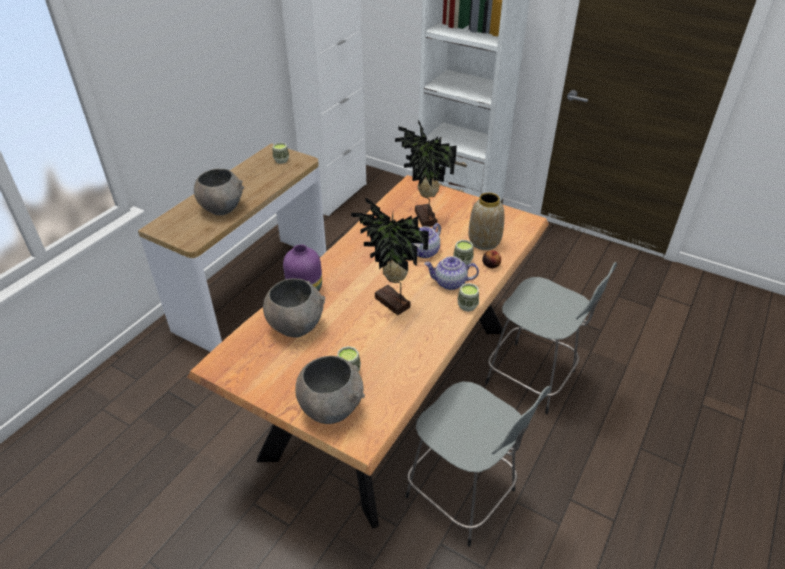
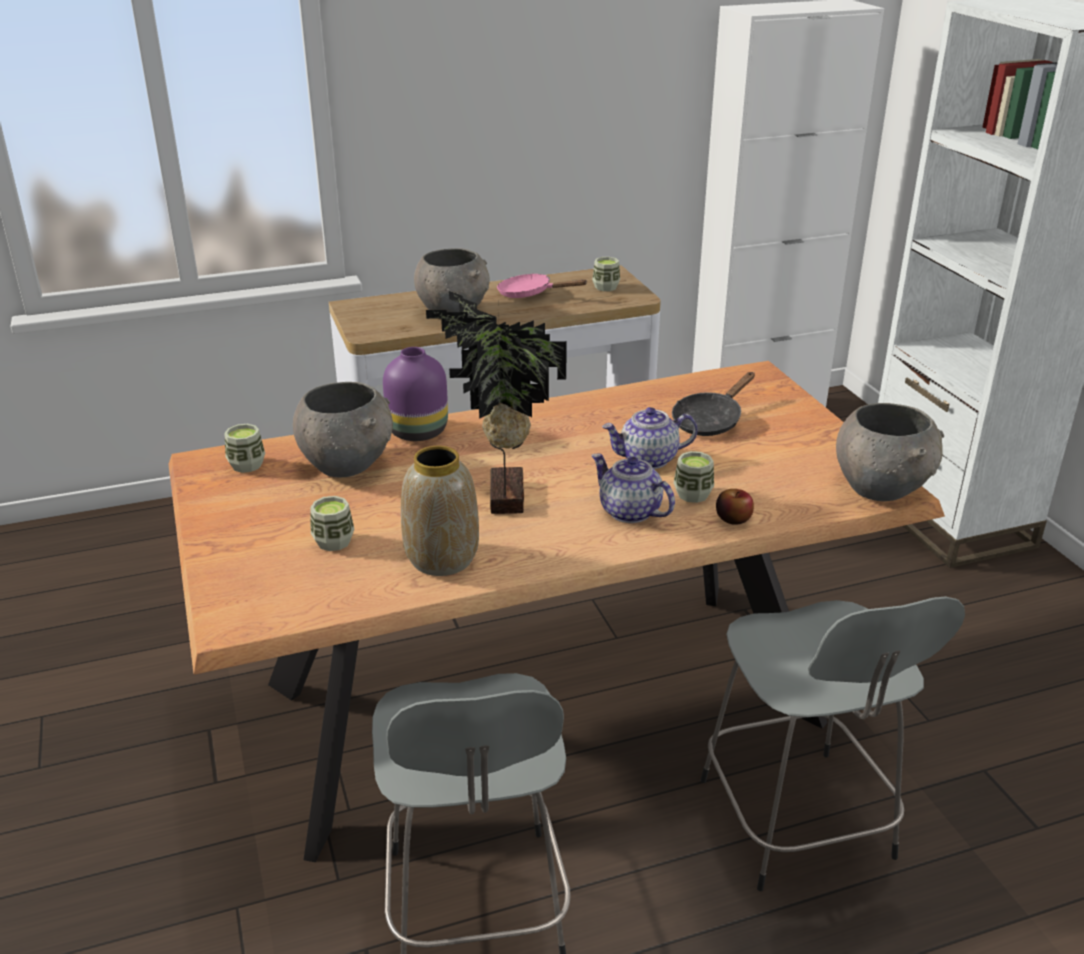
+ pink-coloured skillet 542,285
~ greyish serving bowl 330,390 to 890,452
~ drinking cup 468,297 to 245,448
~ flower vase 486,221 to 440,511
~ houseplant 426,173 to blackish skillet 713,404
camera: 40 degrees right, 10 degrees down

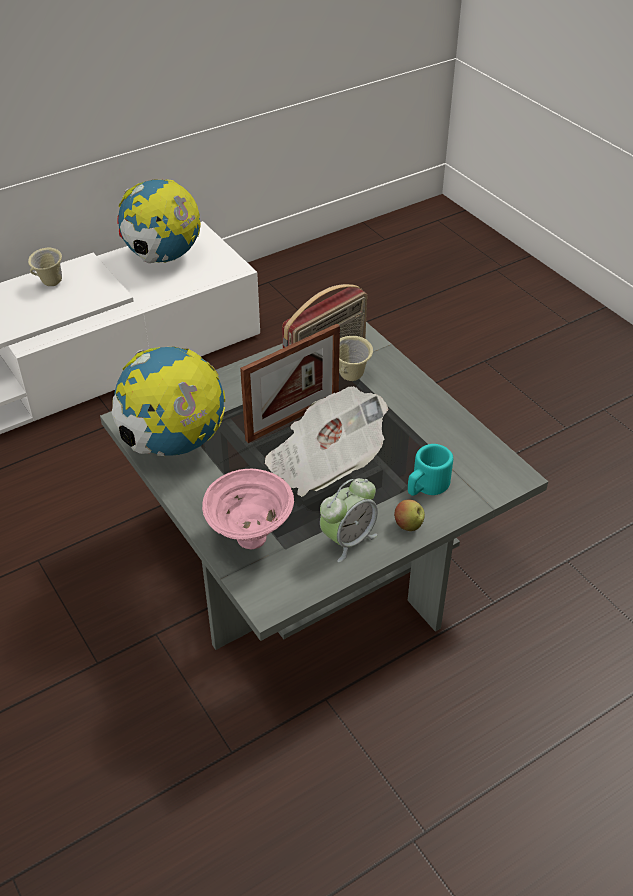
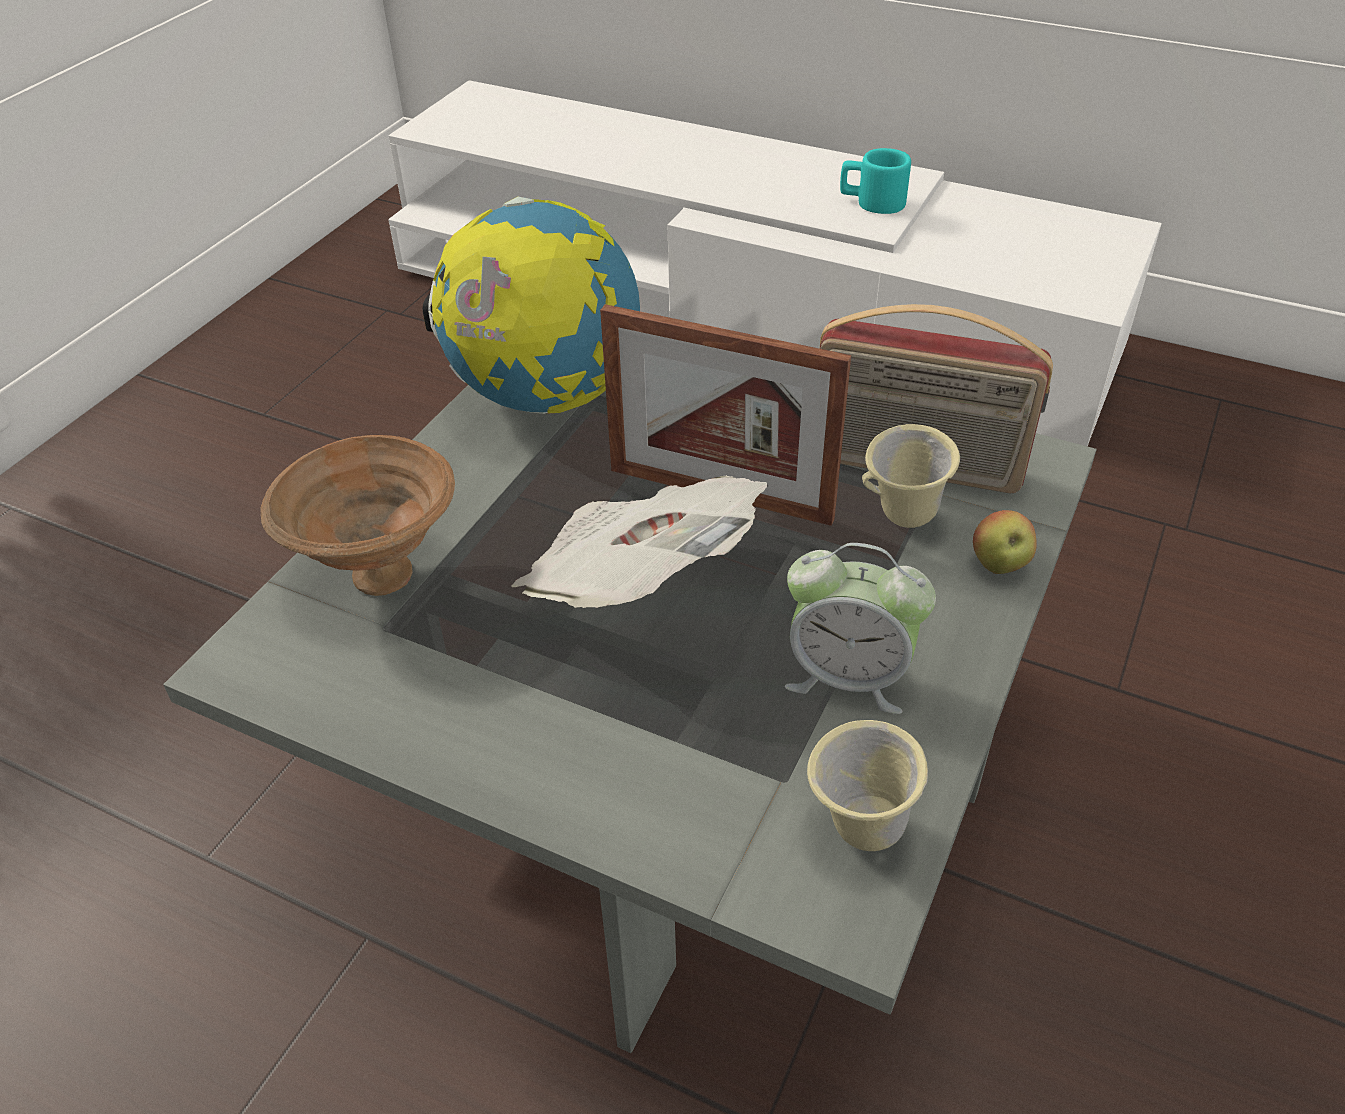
- globe 159,221
~ beige mug 45,267 to 867,785
~ alarm clock 349,520 to 860,628
~ apple 409,515 to 1005,542
~ turquoise mug 430,470 to 875,181
~ pink-coloured serving bowl 248,509 to brown serving bowl 357,515
camera: 60 degrees right, 0 degrees up

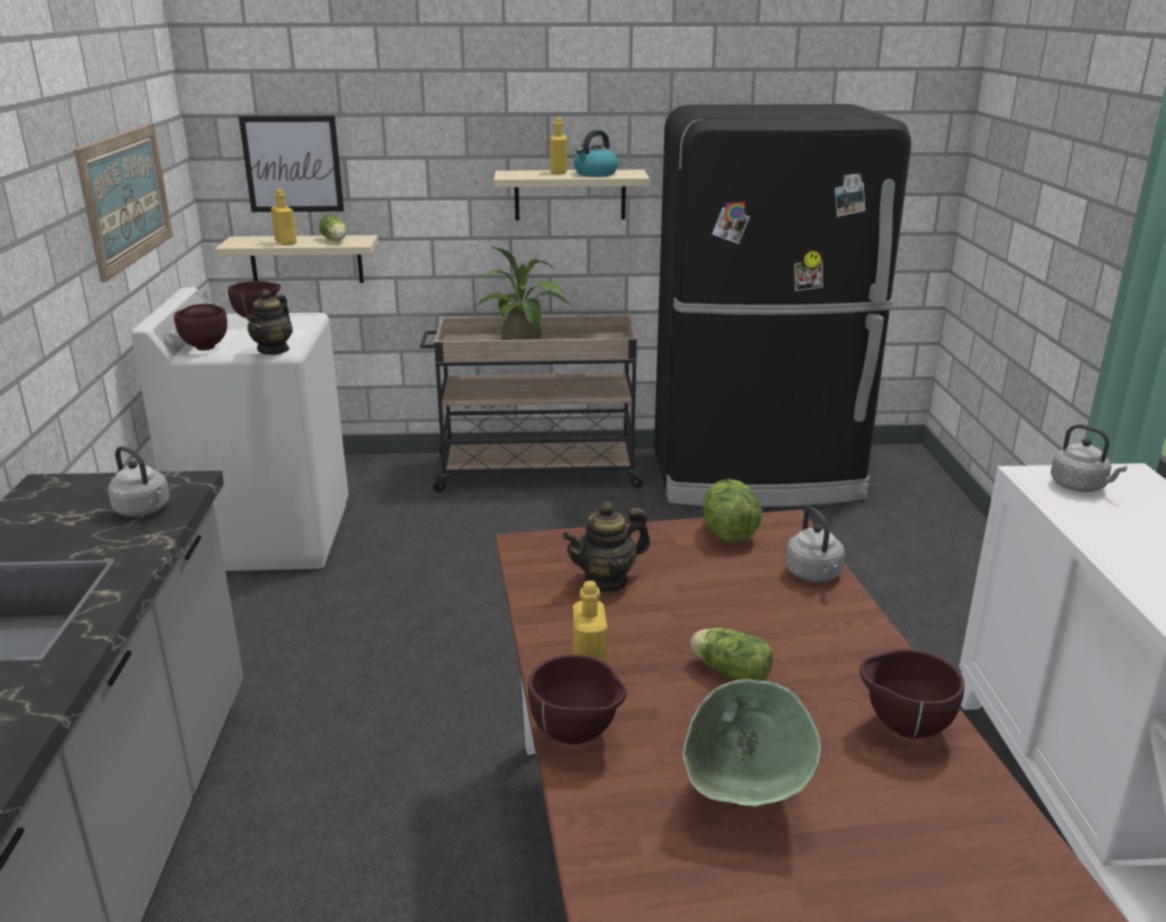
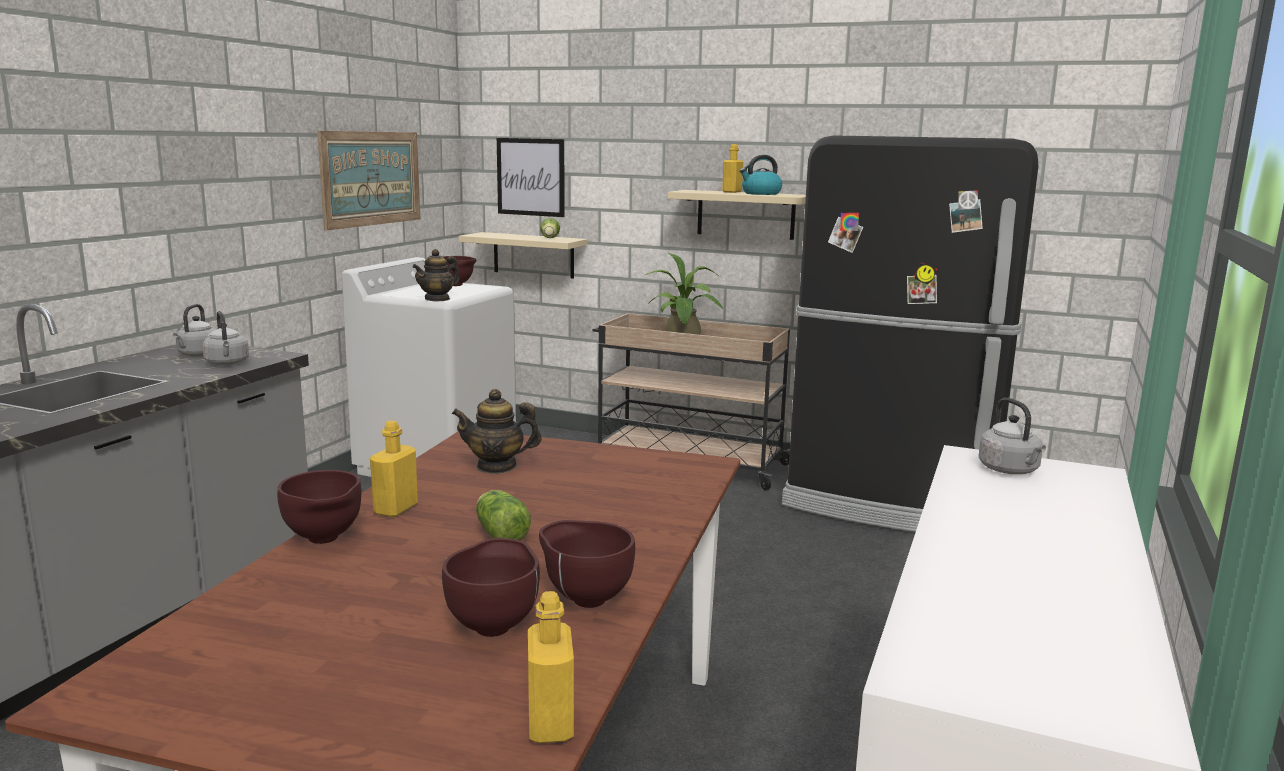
- greenish serving bowl 751,743
- lettuce 732,510
~ brown serving bowl 200,327 to 491,587
~ yellow beverage bottle 284,217 to 551,667
~ greyish kettle 815,544 to 195,330
camera: 25 degrees right, 10 degrees down

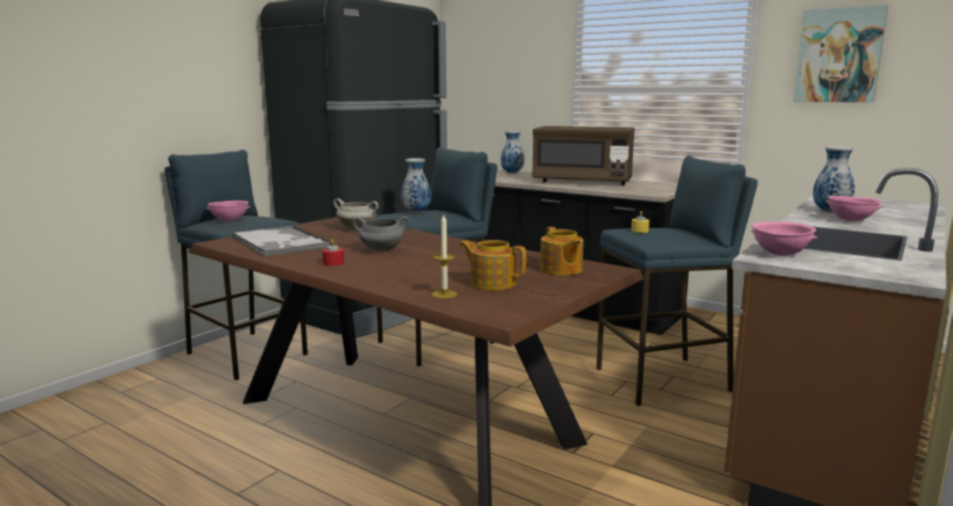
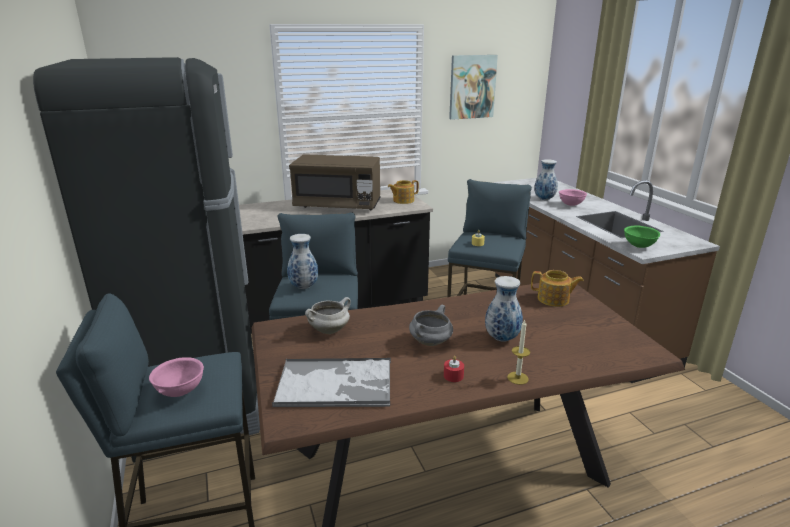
~ wax light 444,256 to 518,352
~ tea pot 492,265 to 403,192
~ flower vase 512,152 to 504,309
~ pink-coloured serving bowl 784,239 to greenish serving bowl 642,236
~ brown kitchen microwave 583,155 = 335,182 45 degrees clockwise
camera: 55 degrees left, 10 degrees up

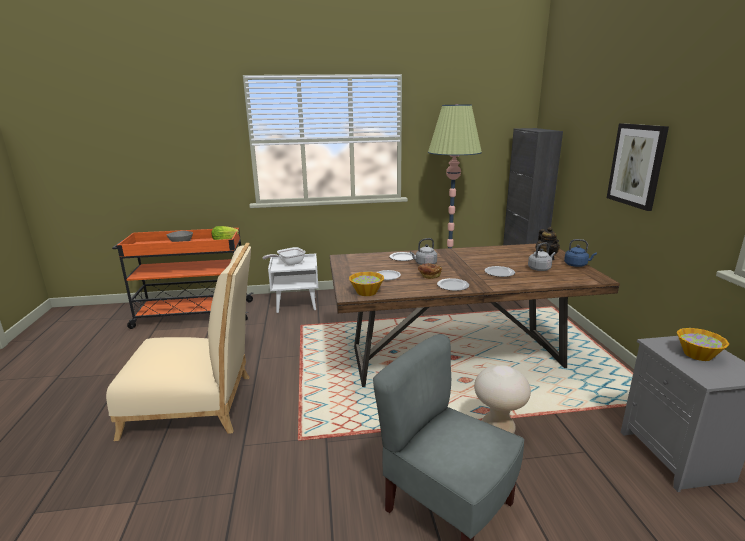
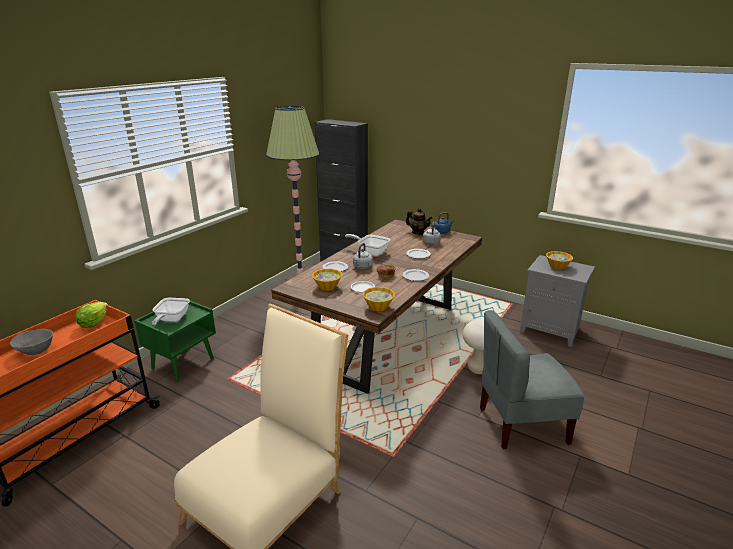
- wall art 638,167
+ serving bowl 327,280
+ skillet 367,245
~ white nightstand 293,283 to greenish nightstand 175,339
camera: 50 degrees left, 5 degrees up

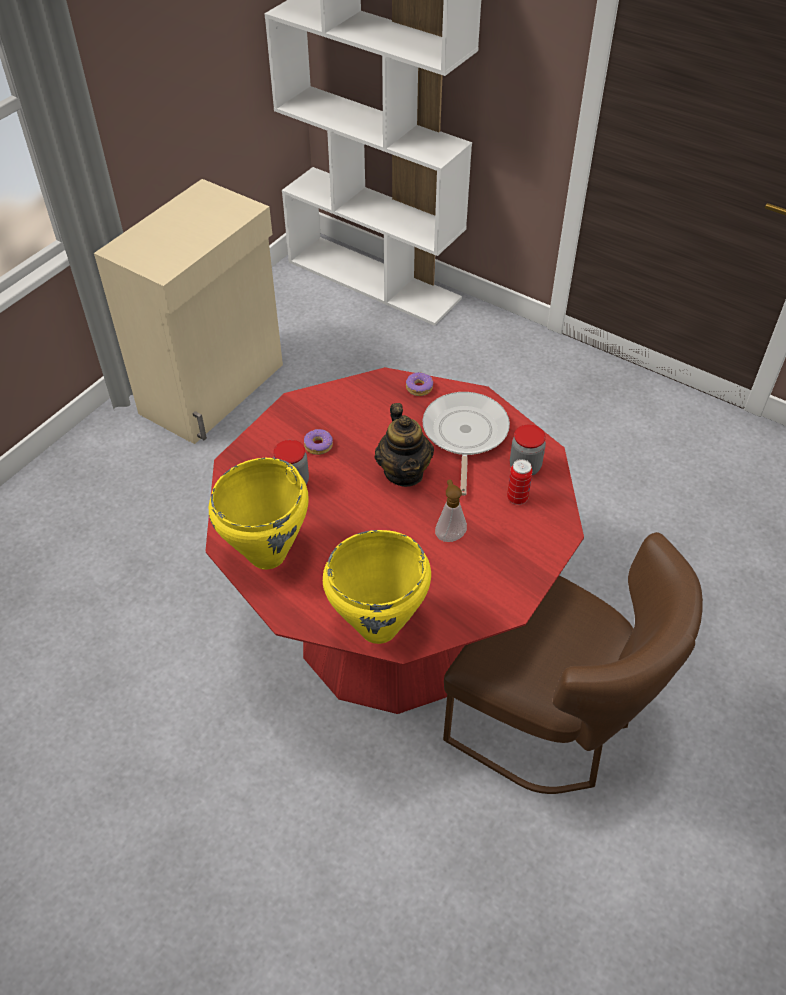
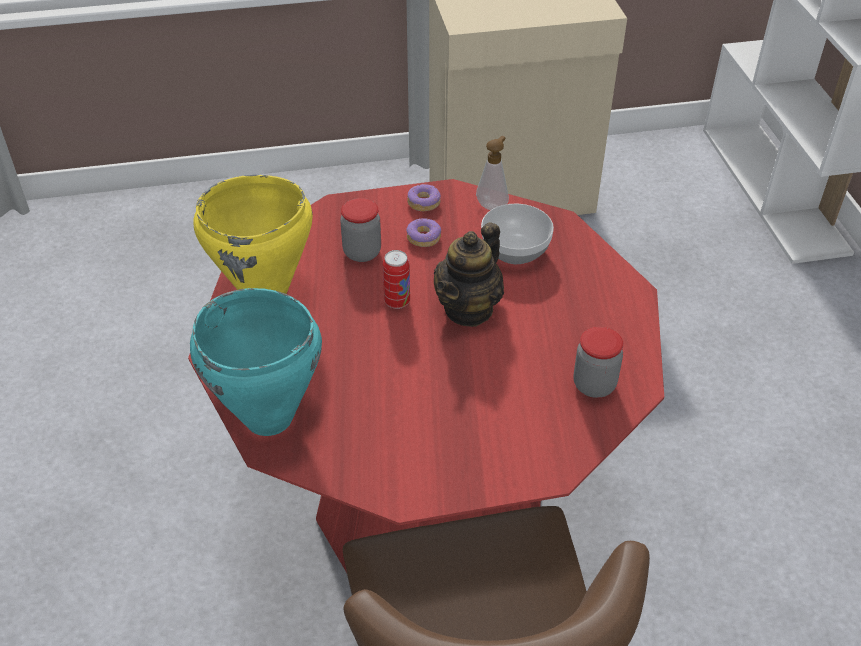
- skillet 466,444
+ serving bowl 517,234
~ ring doughnut 419,384 to 424,197
~ soap bottle 451,510 to 492,173
~ sealed can 520,482 to 396,279
~ yellow stockpot 377,587 to turquoise stockpot 256,362
camera: 45 degrees right, 5 degrees down

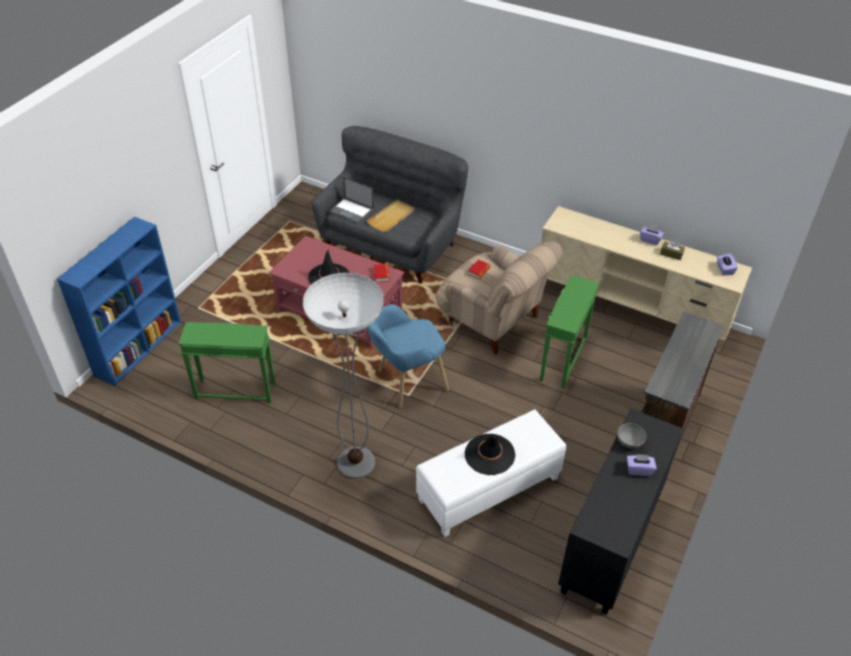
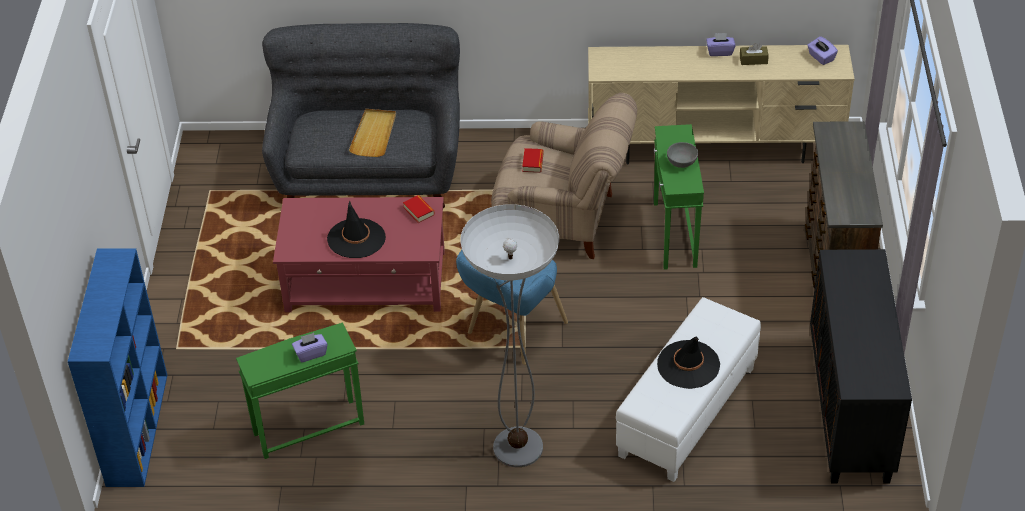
- notebook computer 351,200
~ greyish serving bowl 632,436 to 682,155
~ purplish box of tissues 642,465 to 310,347
camera: 25 degrees left, 0 degrees up

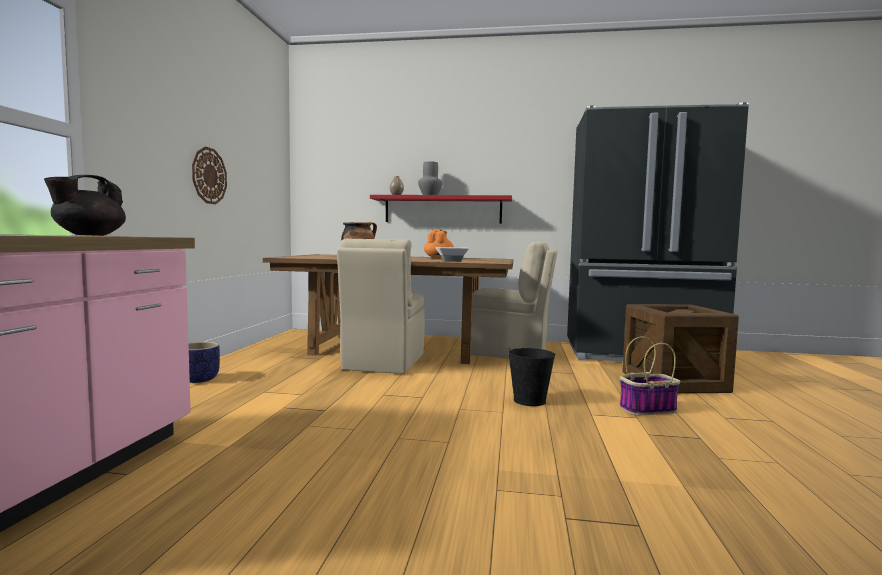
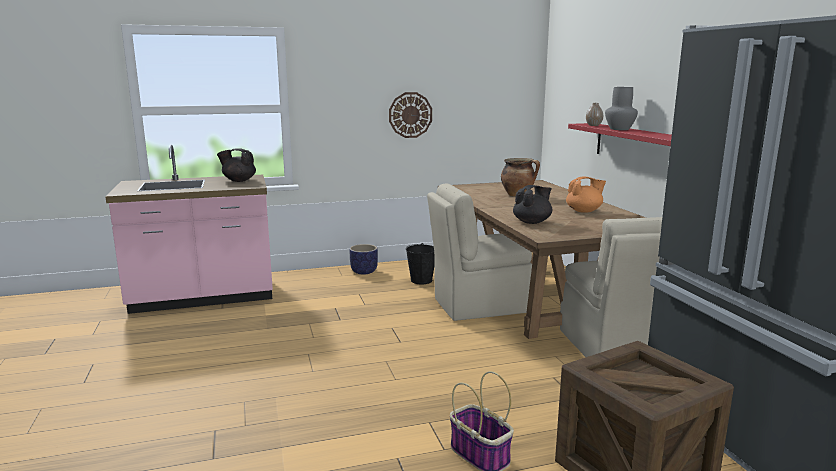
~ blackish water bucket 531,377 to 420,264
~ serving bowl 452,254 to blackish tea pot 532,204
camera: 65 degrees right, 10 degrees up

